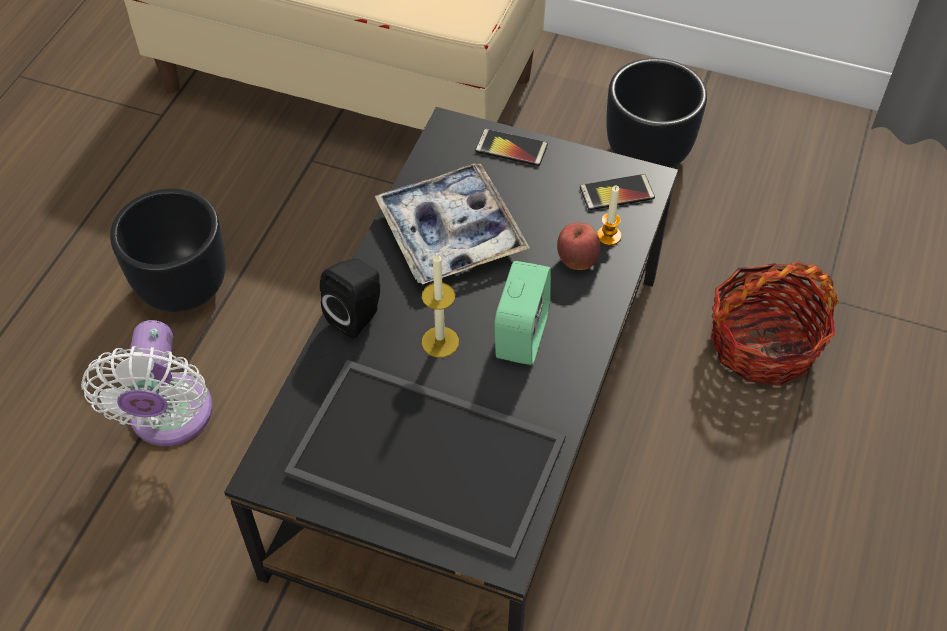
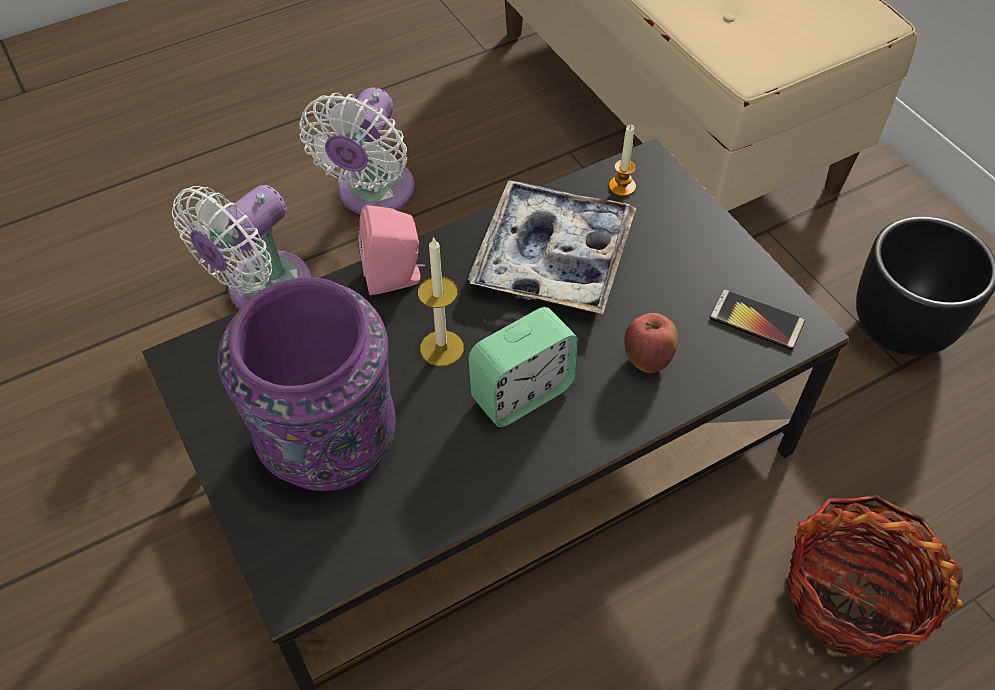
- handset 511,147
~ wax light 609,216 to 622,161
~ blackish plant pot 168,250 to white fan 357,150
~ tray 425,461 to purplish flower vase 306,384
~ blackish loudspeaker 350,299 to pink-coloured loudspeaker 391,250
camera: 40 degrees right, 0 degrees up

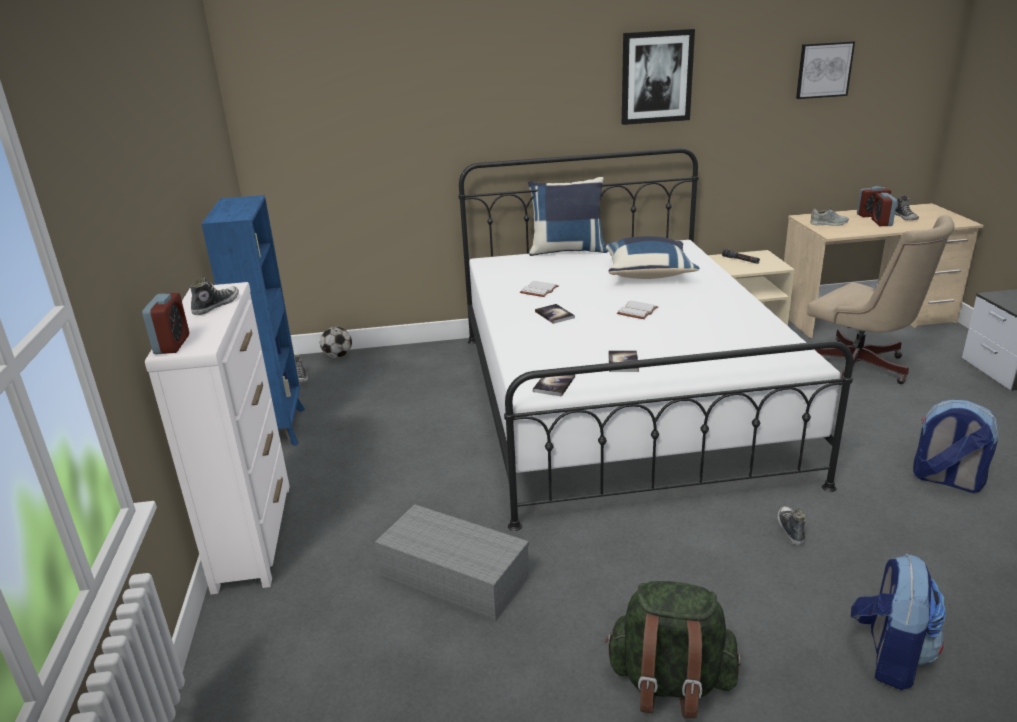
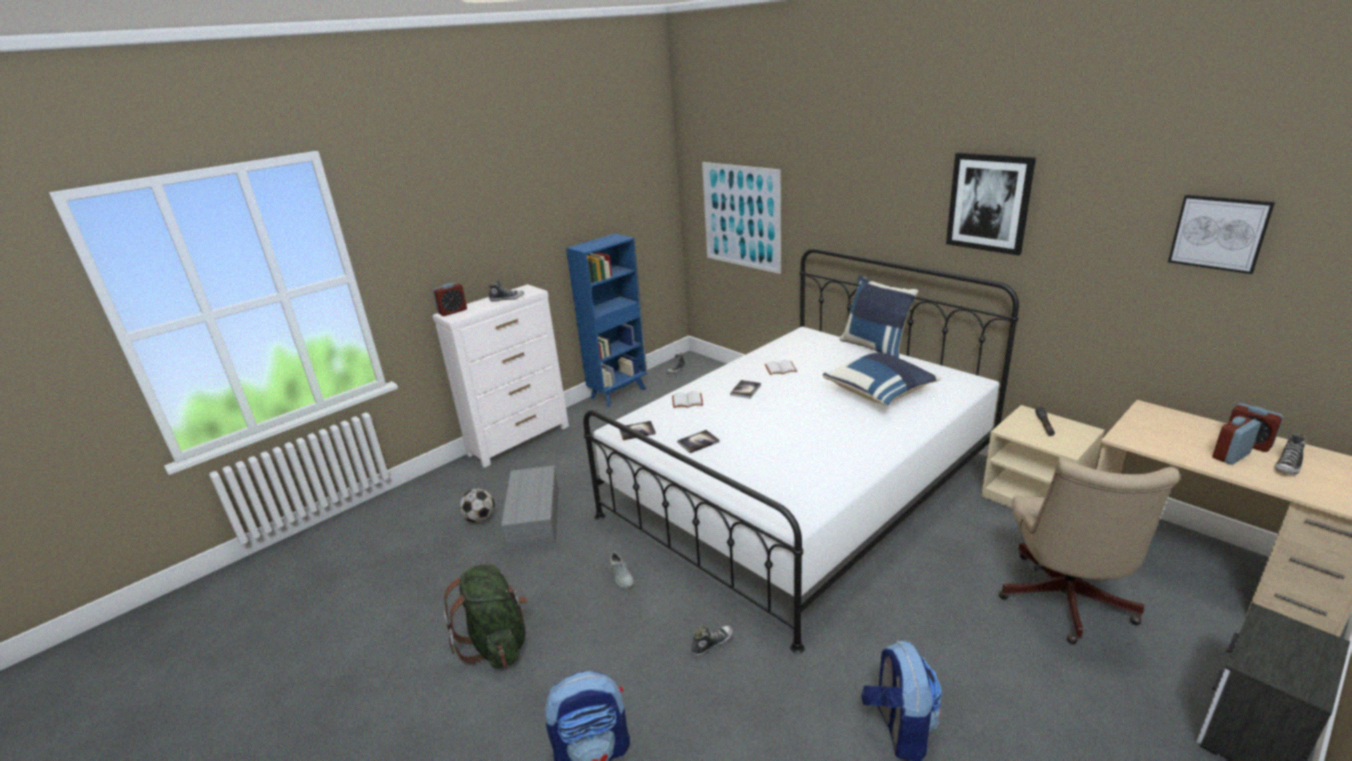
+ wall art 741,218
~ ball for football 336,342 to 477,506
~ white bound book 637,310 to 687,399
~ greyish low shoe 829,216 to 621,570
camera: 55 degrees right, 0 degrees up

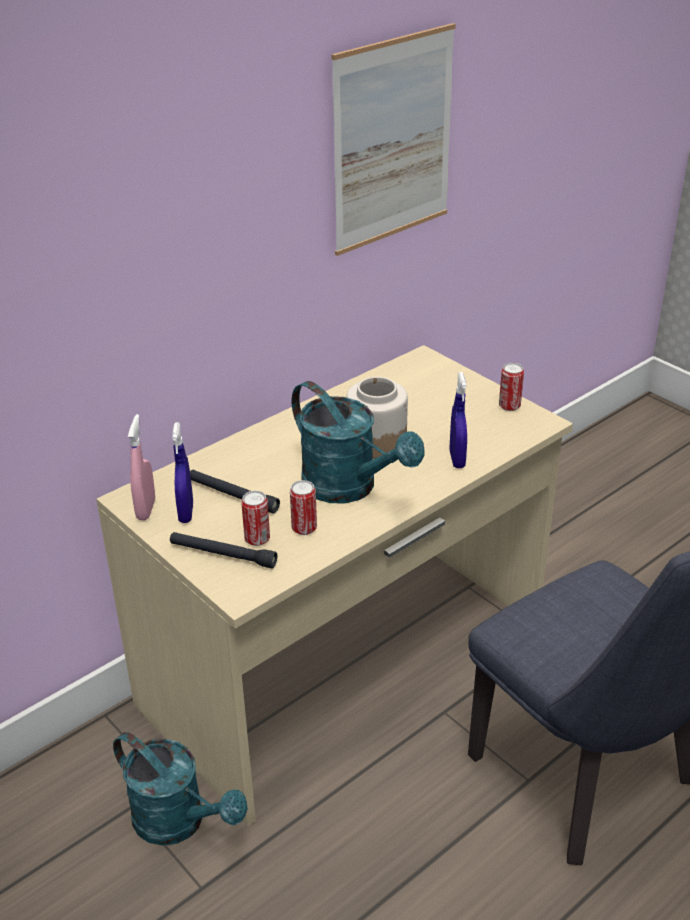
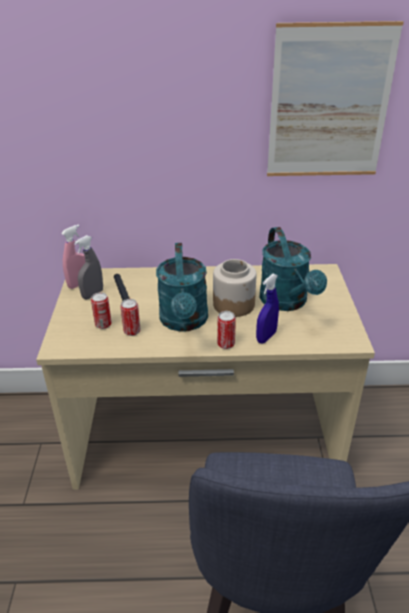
- blackish torch 223,550
~ turquoise watering pot 180,789 to 293,269
~ sealed can 511,387 to 226,330
~ blue spray bottle 182,472 to greyish spray bottle 88,267
camera: 40 degrees right, 0 degrees up

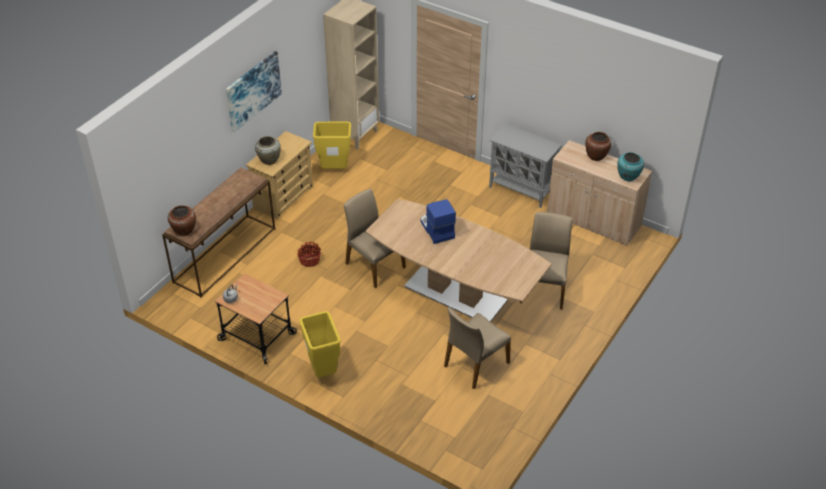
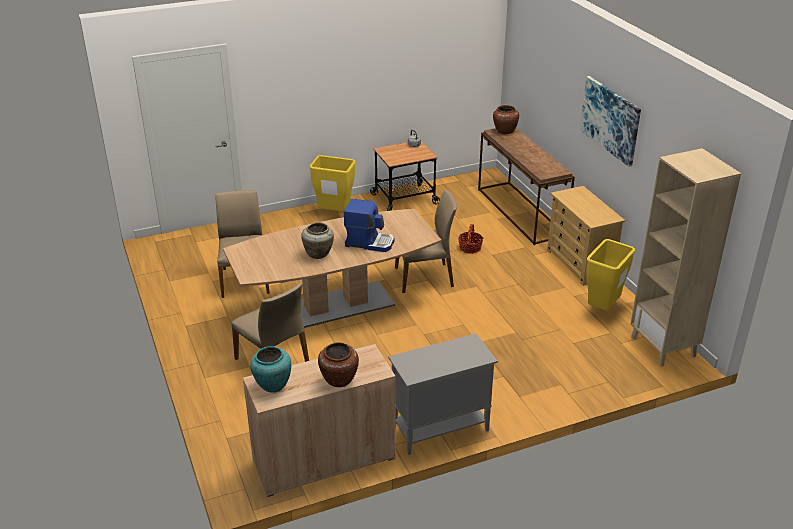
~ beige flower vase 268,150 to 317,241
camera: 125 degrees right, 10 degrees down

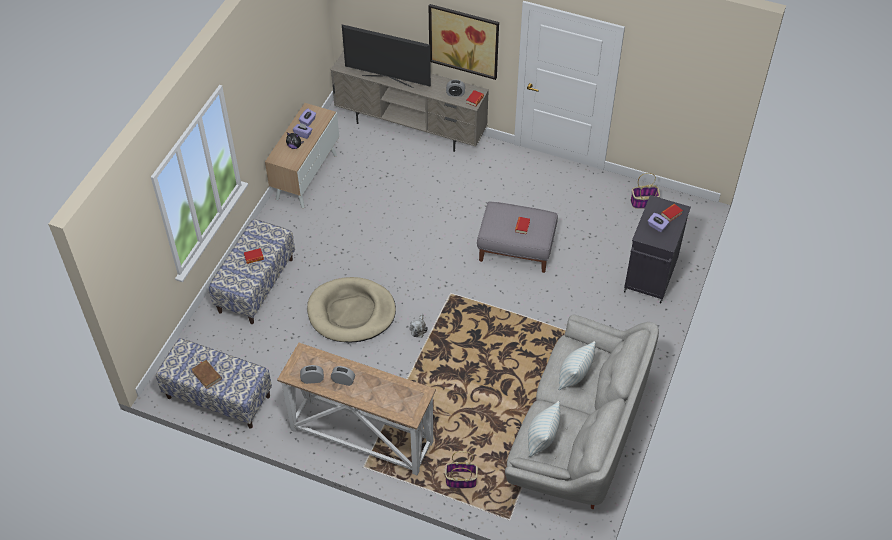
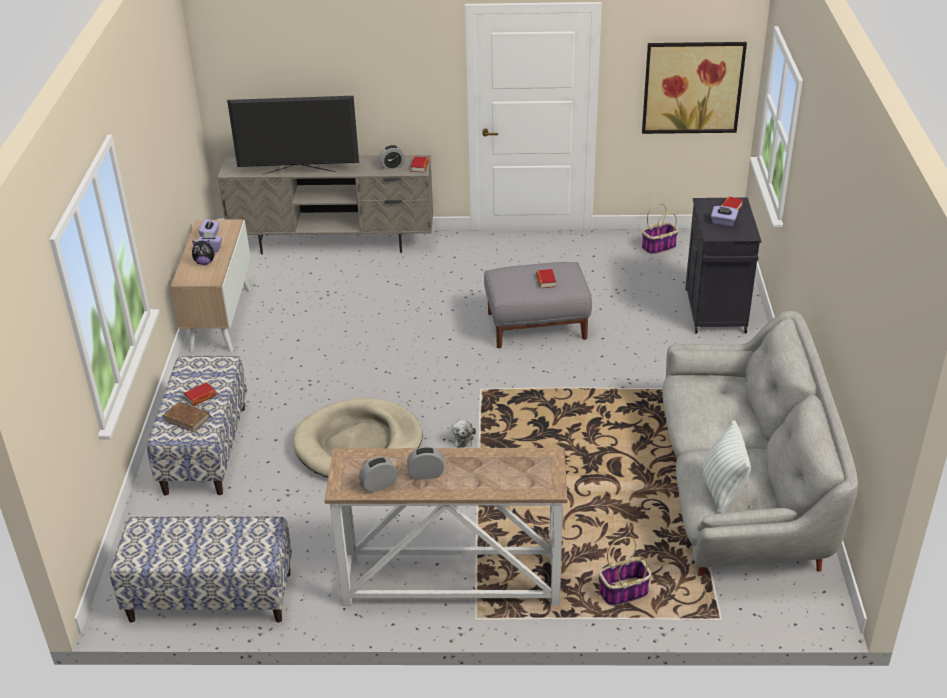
- throw pillow 577,365
~ brown bound book 206,374 to 186,416
~ wall art 464,42 to 694,88
camera: 20 degrees left, 15 degrees down

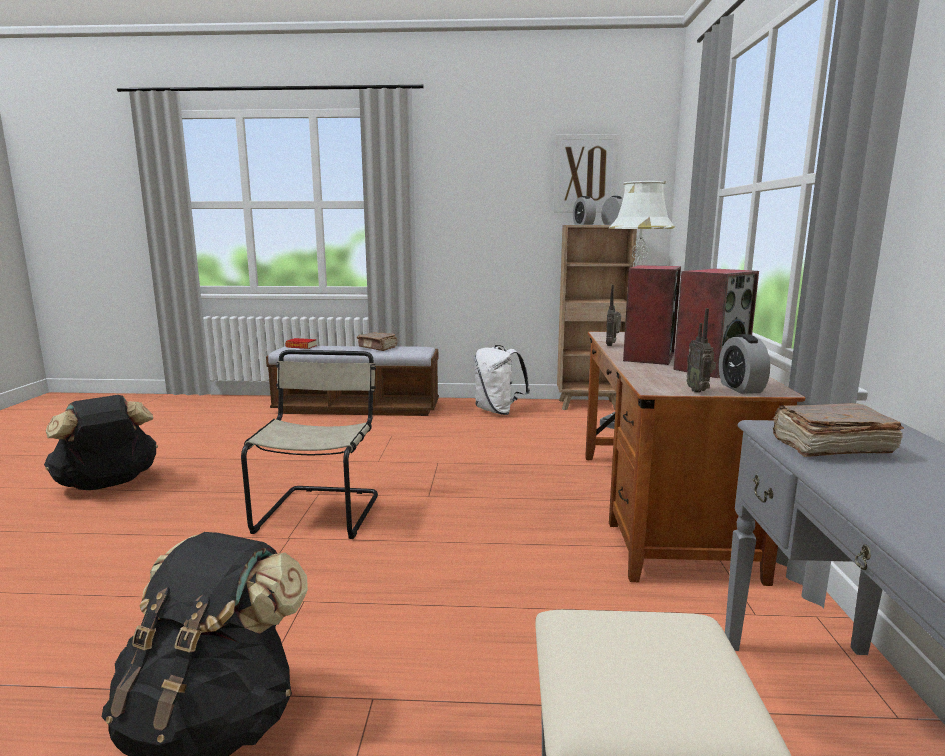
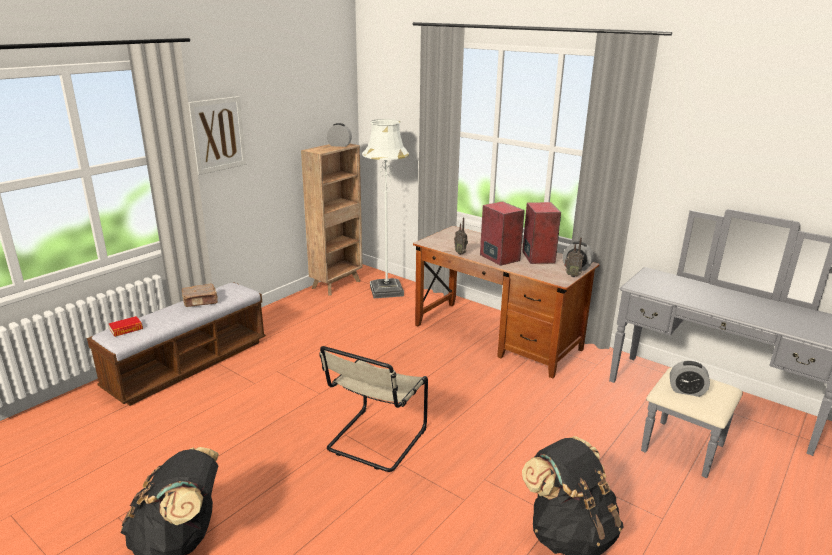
- white knapsack 502,380
- brown bound book 838,430
~ wall art 586,173 to 217,135
~ alarm clock 584,210 to 690,379
~ beige plain chair 309,444 = 373,409 105 degrees counterclockwise
camera: 55 degrees left, 10 degrees up

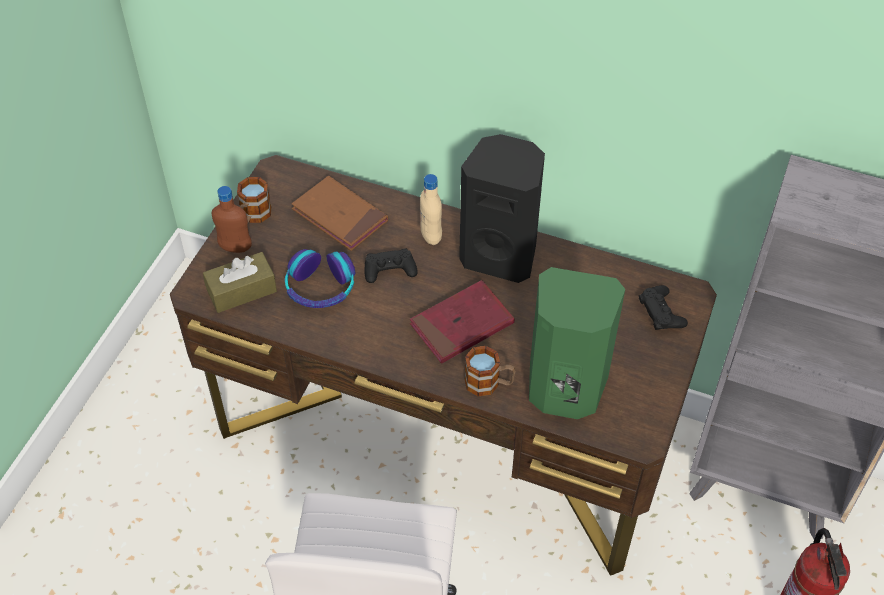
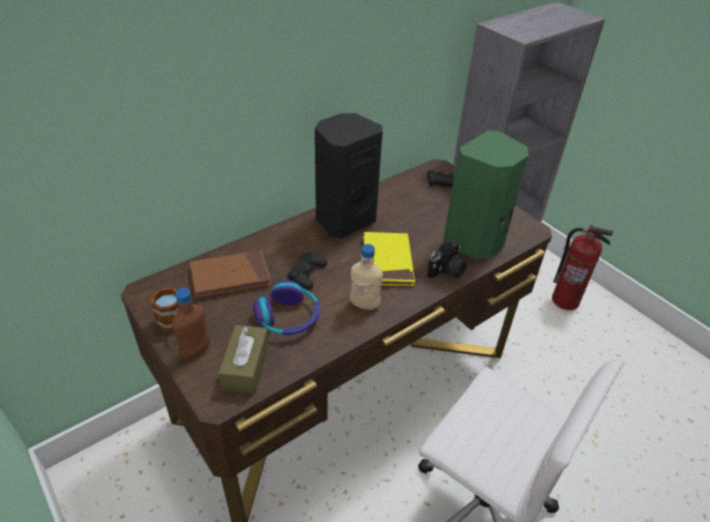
~ beige beverage bottle 431,209 to 366,277
~ mug 490,371 to photo camera 447,260
~ red-coloured bound book 462,322 to yellow bound book 389,259
camera: 60 degrees left, 10 degrees down

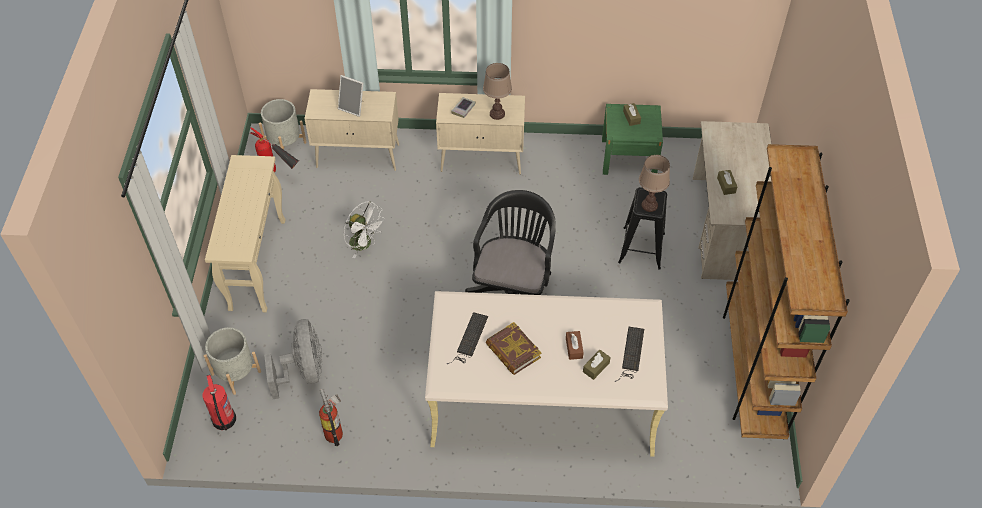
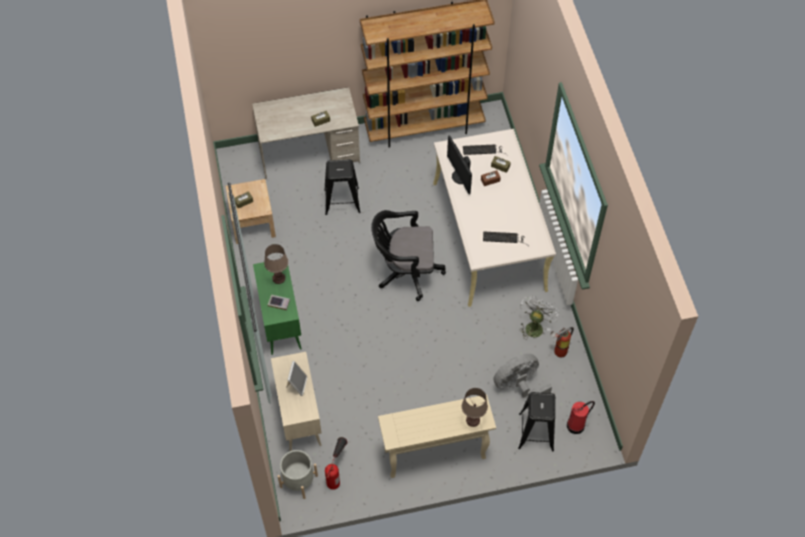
- bound book 514,348
+ computer display 459,165
~ white fan 365,229 to 539,318
~ brown lamp for a table 654,183 to 475,407
~ greyish plant pot 232,361 to blackish stool seat 536,421
~ beige storage cabinet 480,134 to greenish storage cabinet 277,308
~ greenish nightstand 632,139 to beige nightstand 251,211
camera: 105 degrees left, 5 degrees up

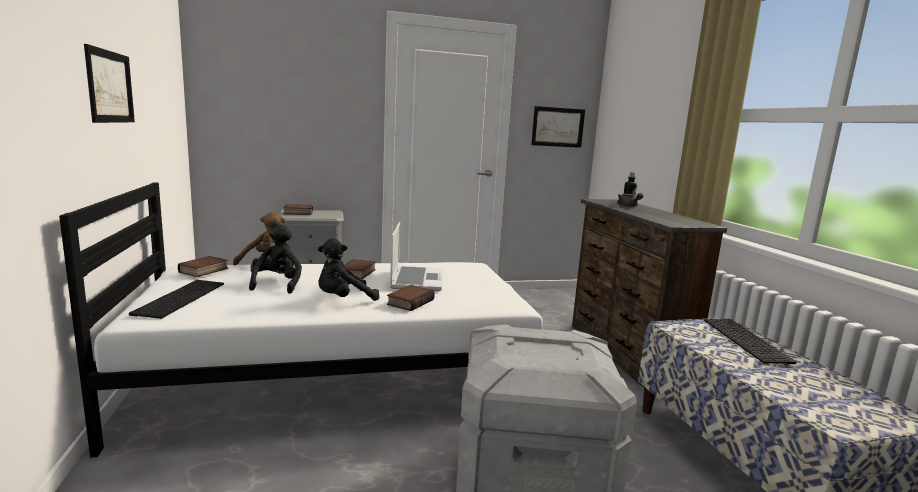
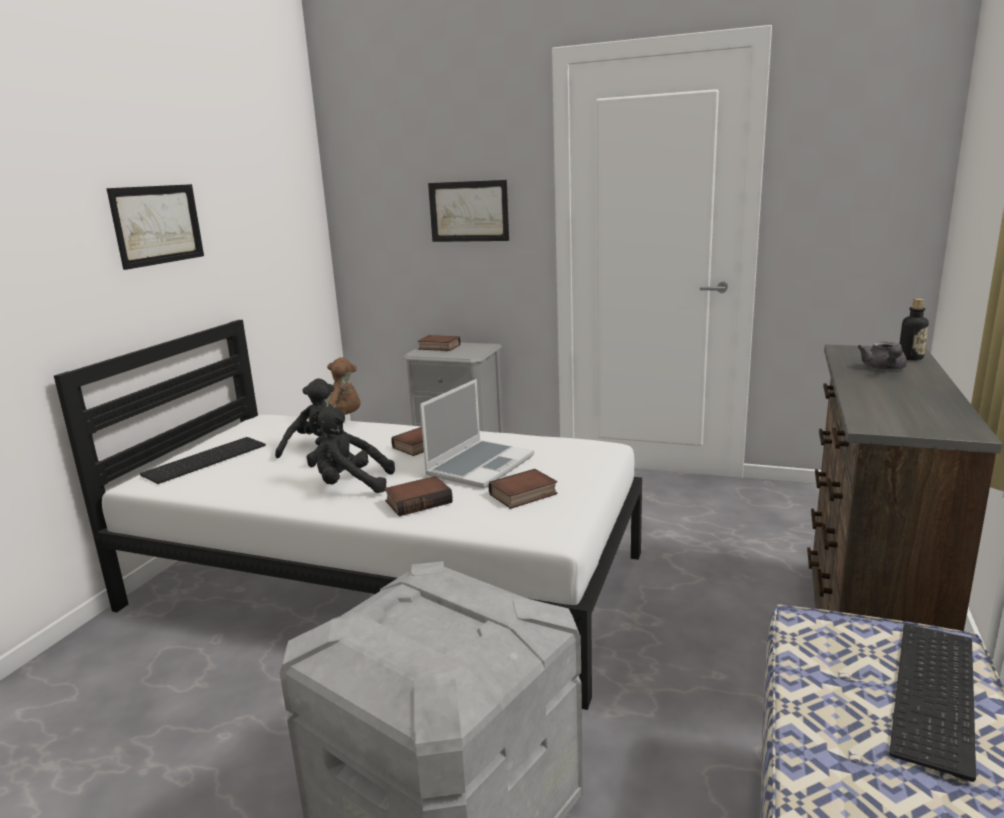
~ bound book 203,266 to 523,489
~ wall art 558,127 to 468,211
camera: 35 degrees right, 5 degrees up

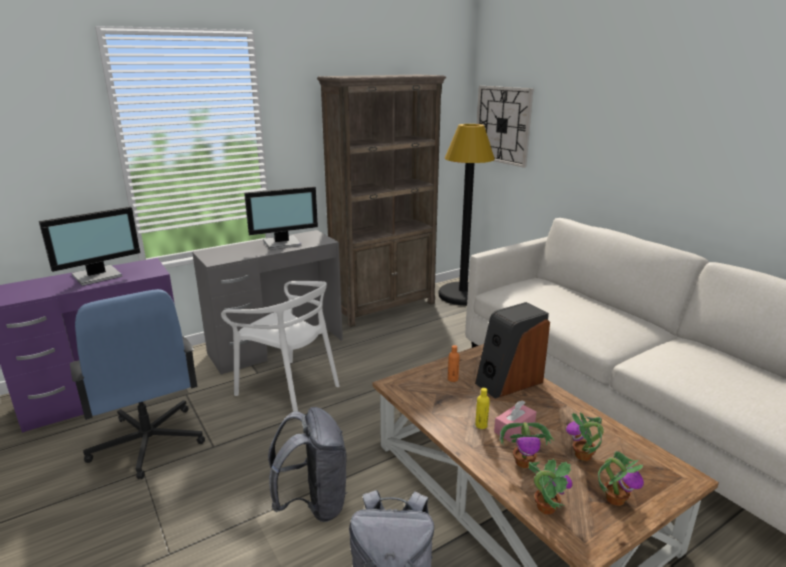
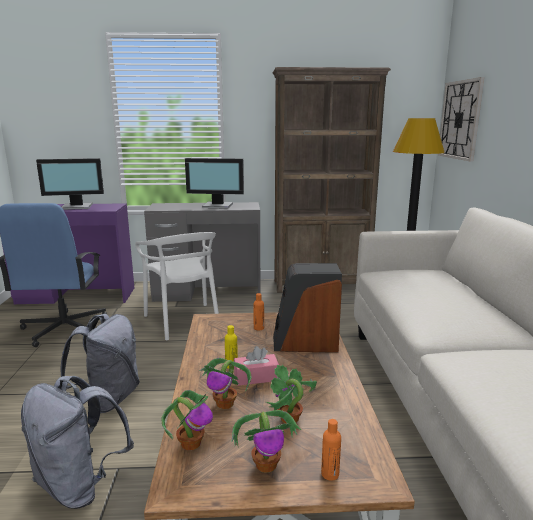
+ orange beverage bottle 331,450
camera: 30 degrees right, 5 degrees down

